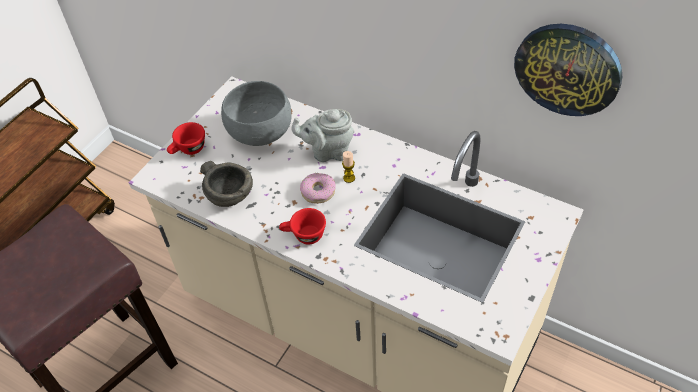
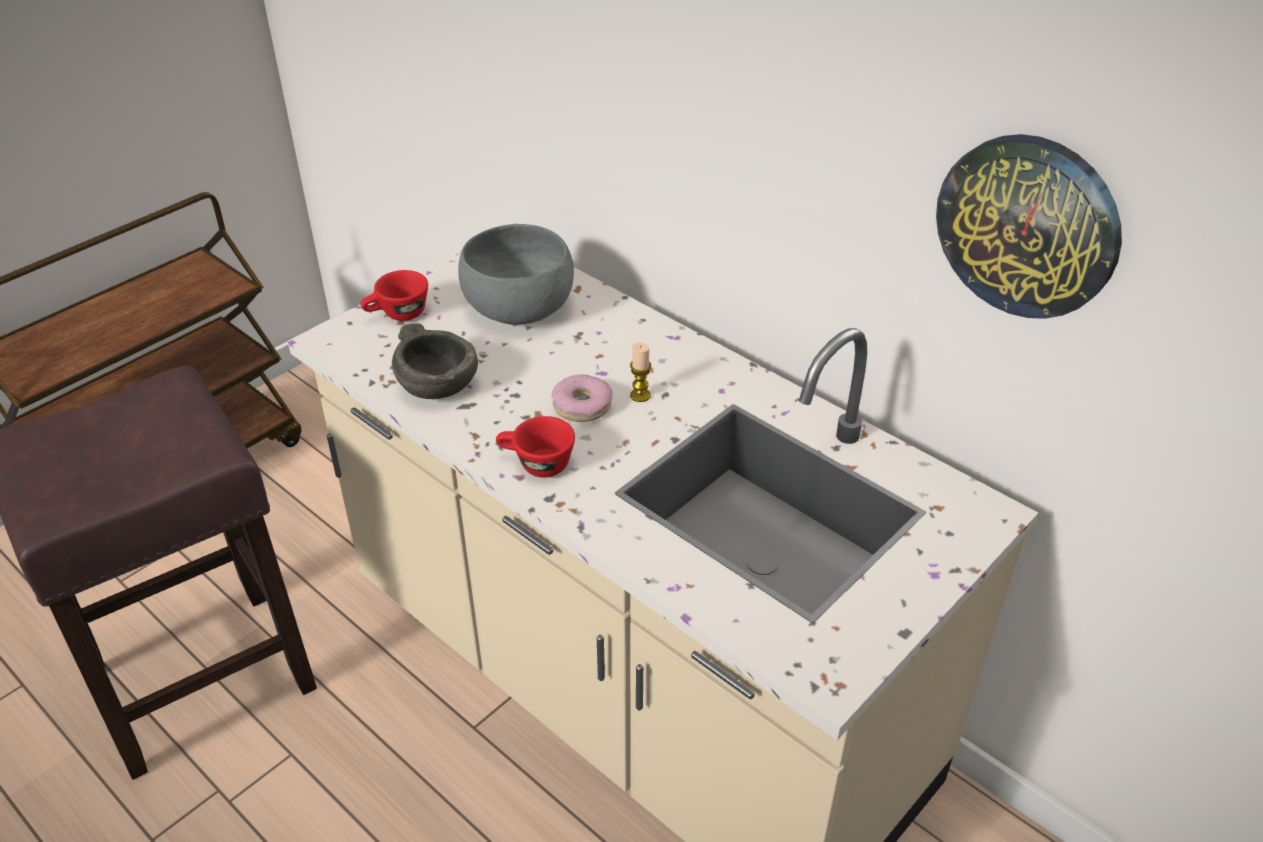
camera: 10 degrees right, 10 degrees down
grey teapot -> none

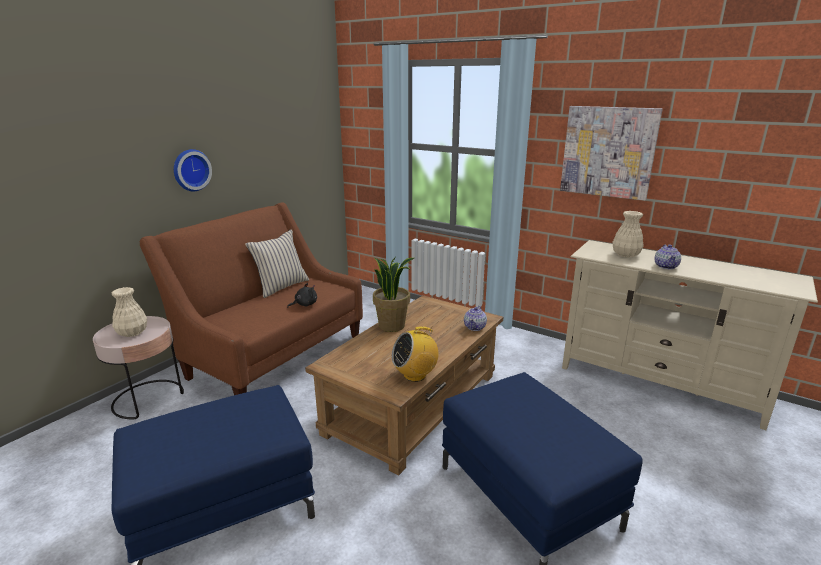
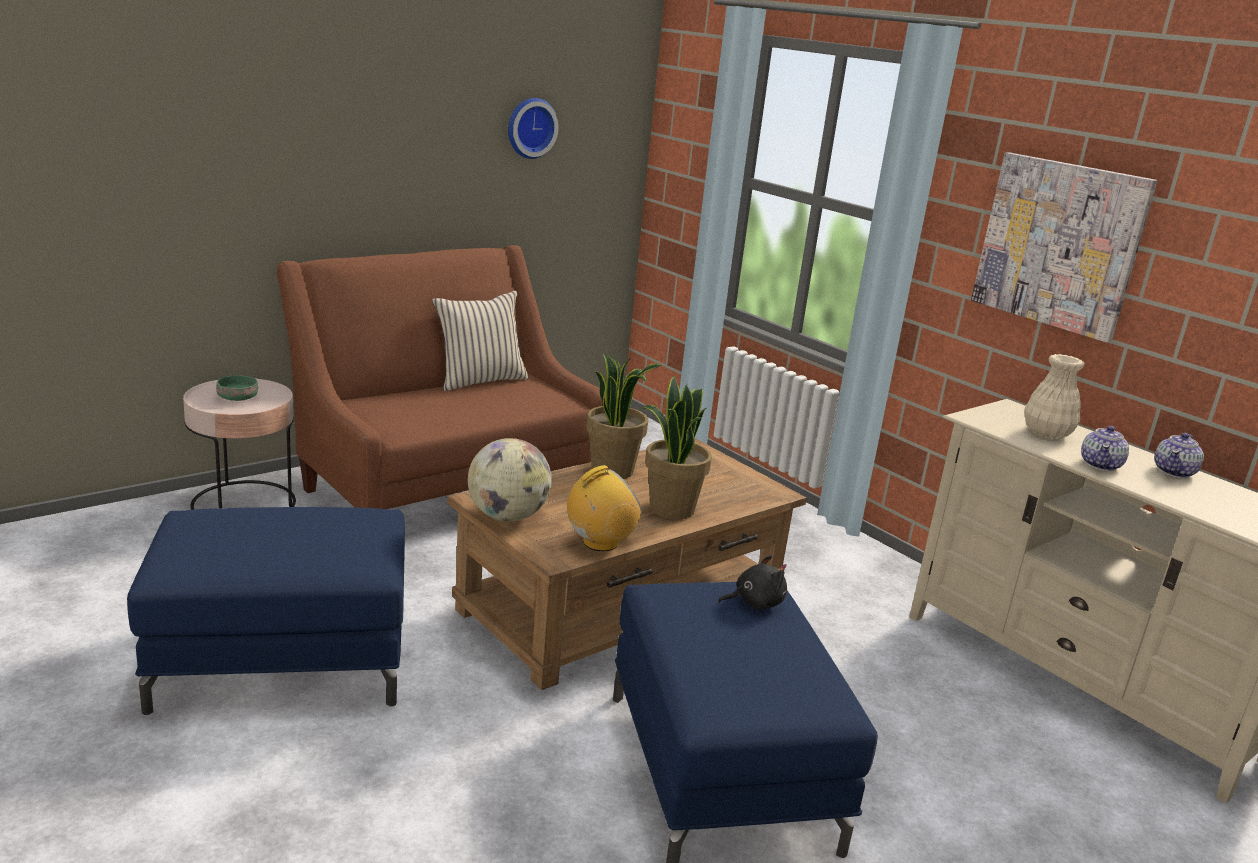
camera: 15 degrees right, 0 degrees up
wall clock, relocated
black plush toy, relocated
beige vase (no. 1 from left) -> green bowl
teapot (no. 1 from left in the first image) -> teapot (no. 2 from left), relocated
radio, 150 degrees clockwise
none -> potted plant (no. 2 from left)
none -> globe

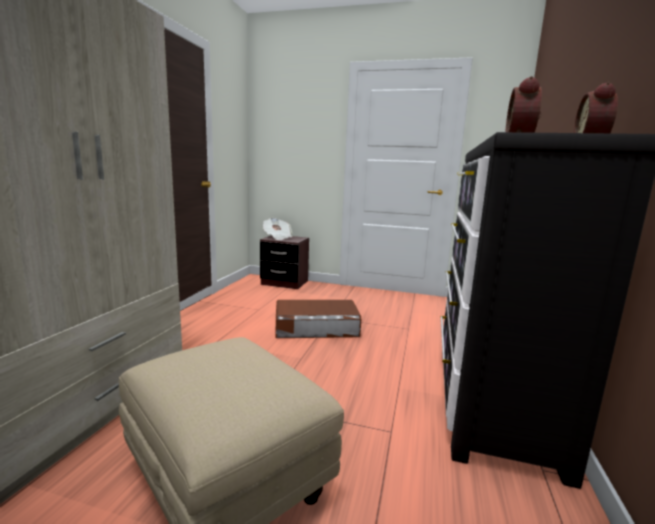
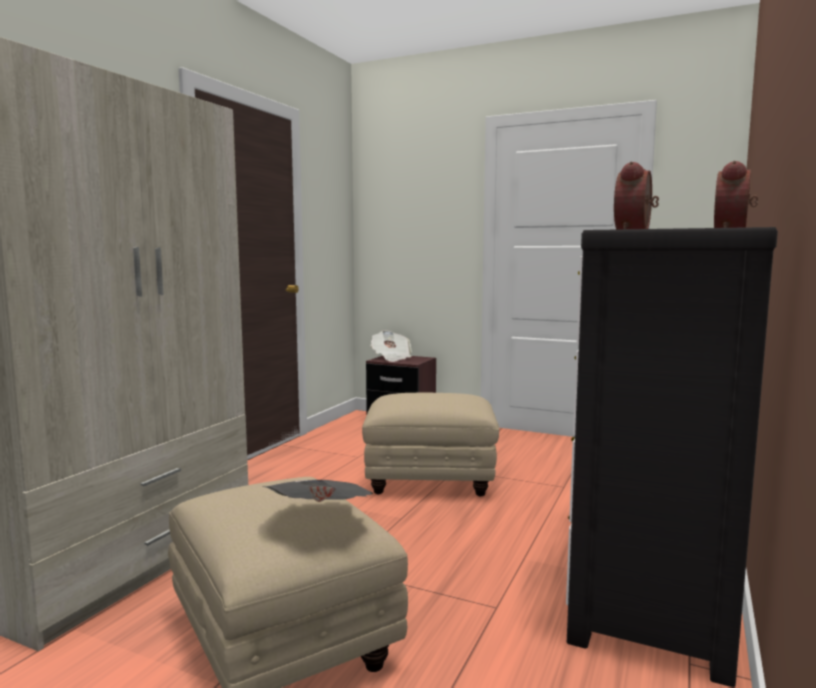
camera: 10 degrees right, 5 degrees down
brown storage box -> beige ottoman (no. 2 from left)
none -> newspaper (no. 1 from left)

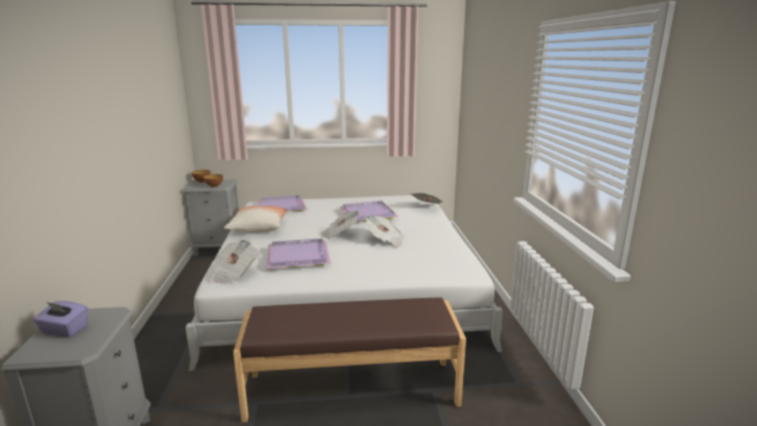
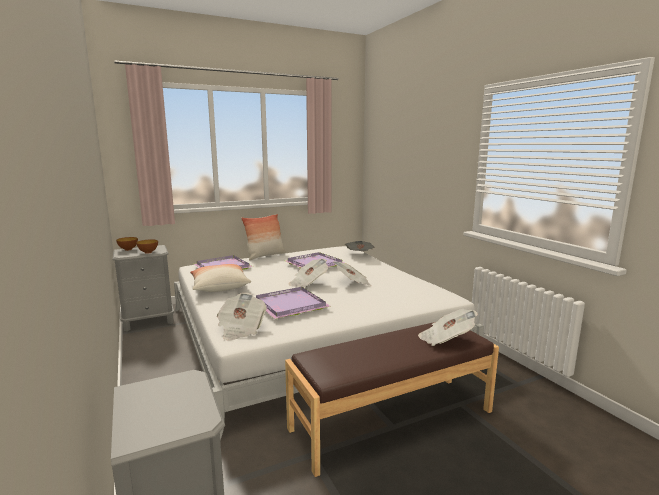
camera: 20 degrees left, 5 degrees down
purple tissue box -> none
none -> pillow (no. 2 from left)
none -> newspaper (no. 5 from left)

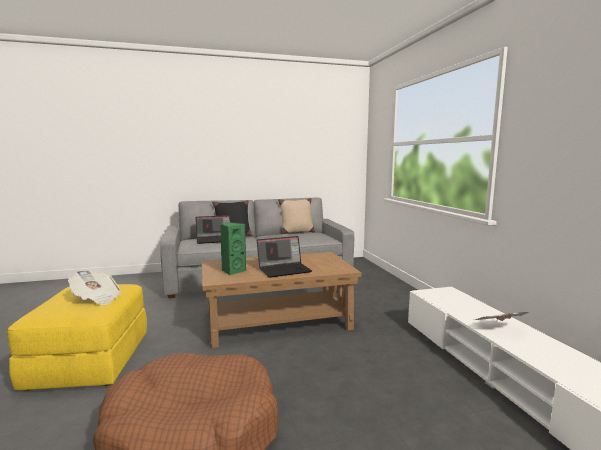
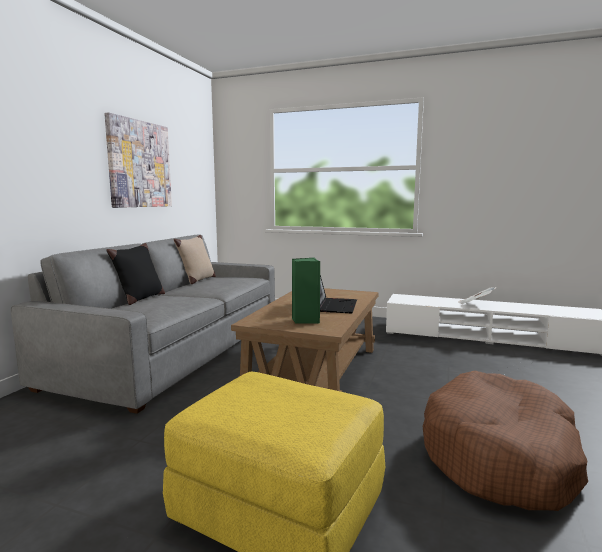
camera: 55 degrees left, 0 degrees up
laptop (no. 1 from left) -> none
newspaper (no. 1 from left) -> none
none -> picture

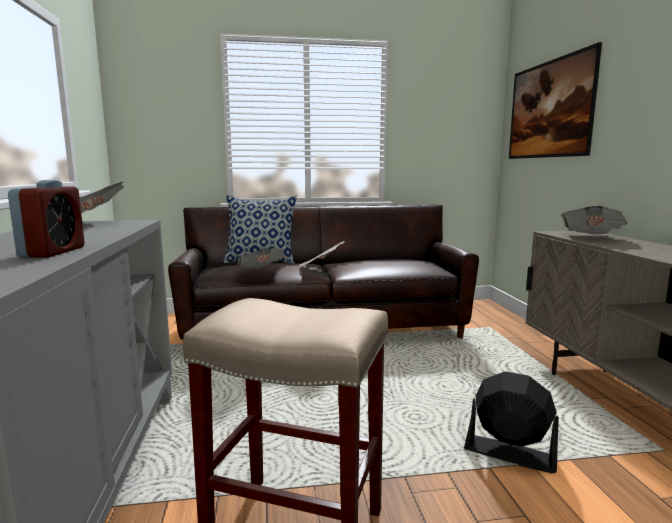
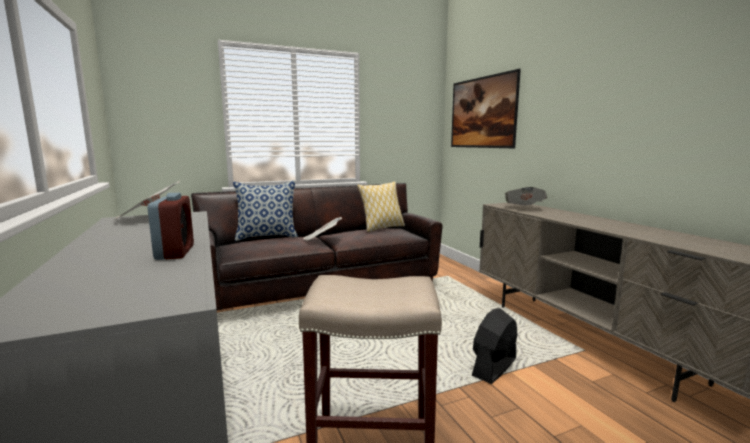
camera: 15 degrees left, 0 degrees up
newspaper (no. 2 from left) -> none
black fan, 60 degrees counterclockwise
none -> pillow (no. 2 from left)

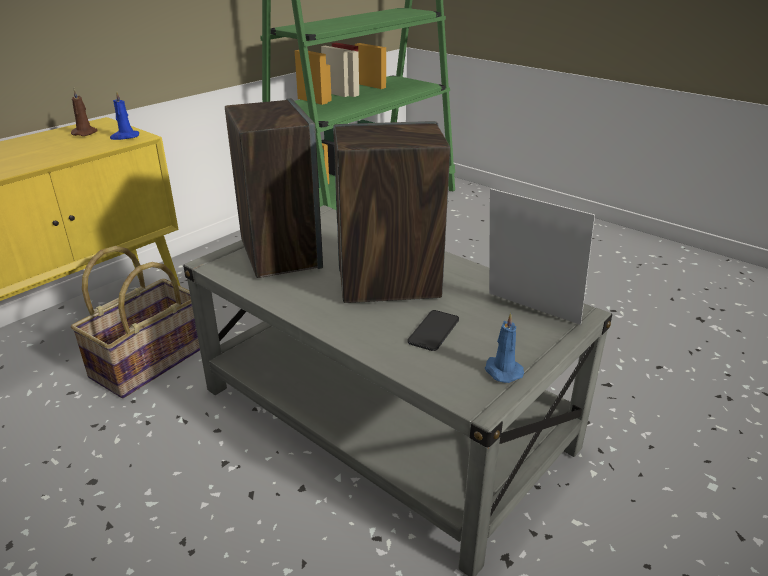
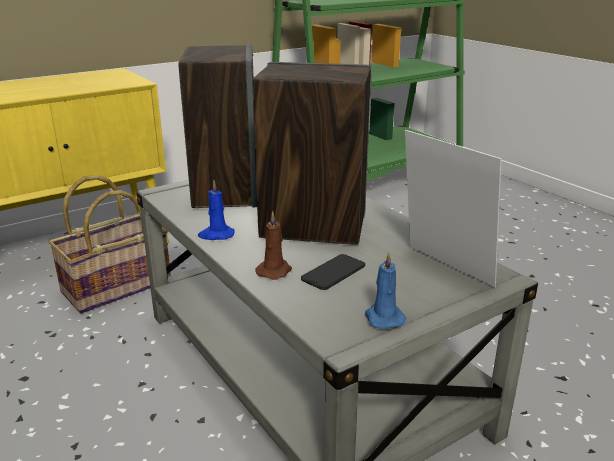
camera: 15 degrees right, 5 degrees down
brown candle, relocated
blue candle (no. 1 from left), relocated

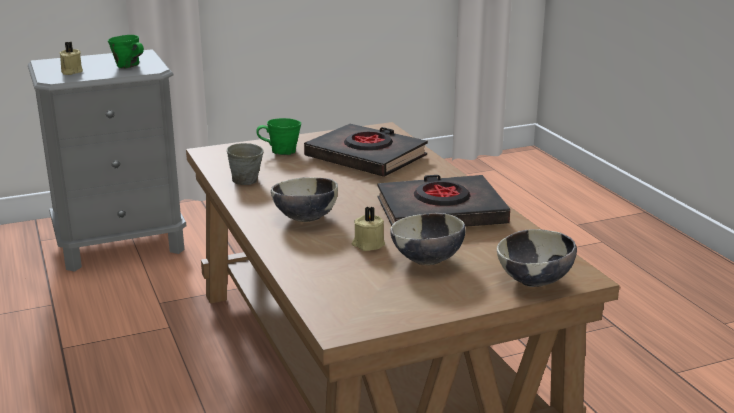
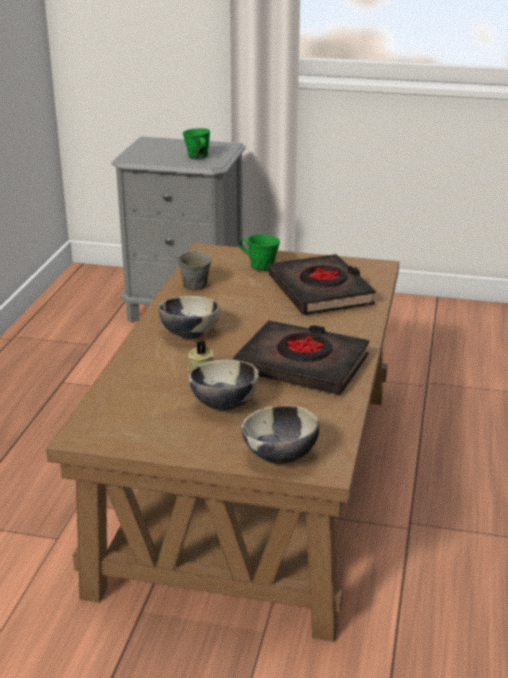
camera: 35 degrees right, 5 degrees up
beige candle (no. 1 from left) -> none

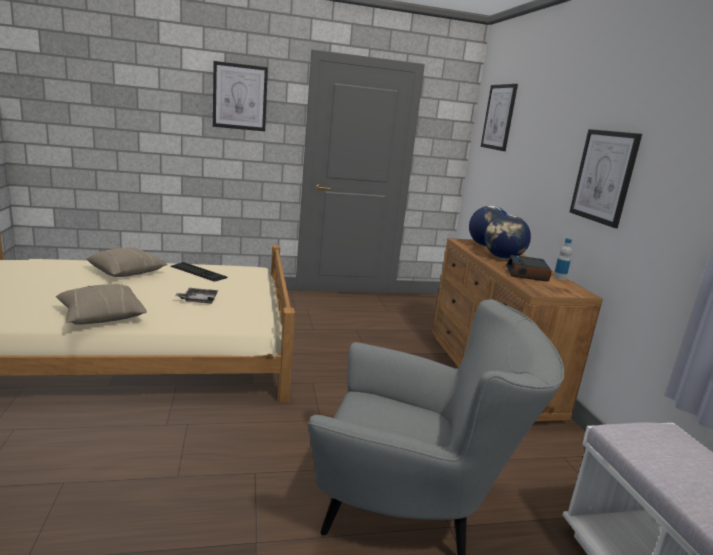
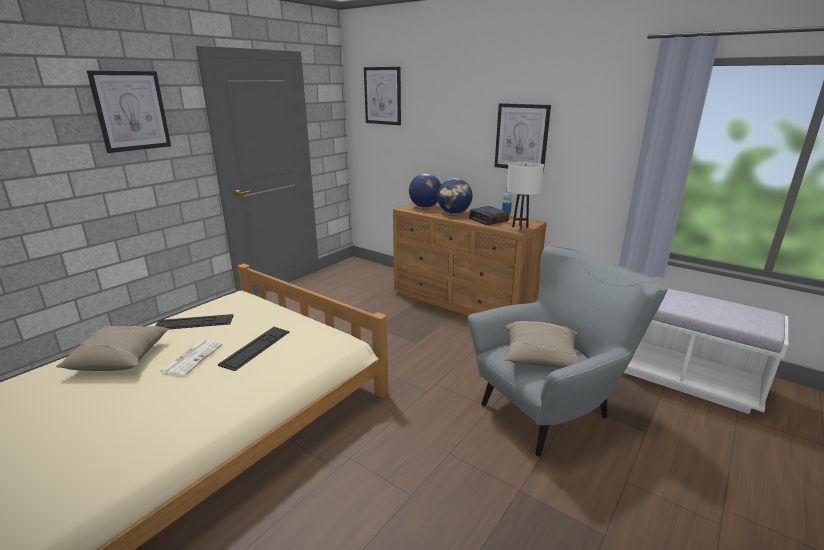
camera: 40 degrees left, 5 degrees up
beige pillow (no. 1 from left in the first image) -> beige pillow (no. 2 from left), relocated
grey tray -> keyboard (no. 2 from left)
none -> white table lamp
none -> newspaper

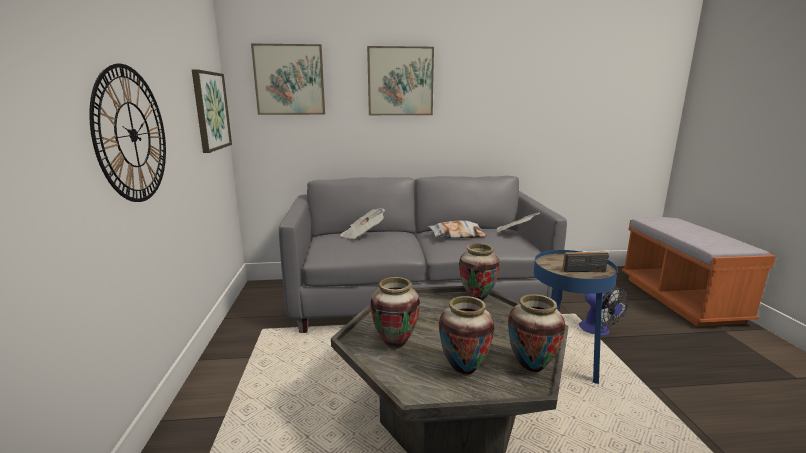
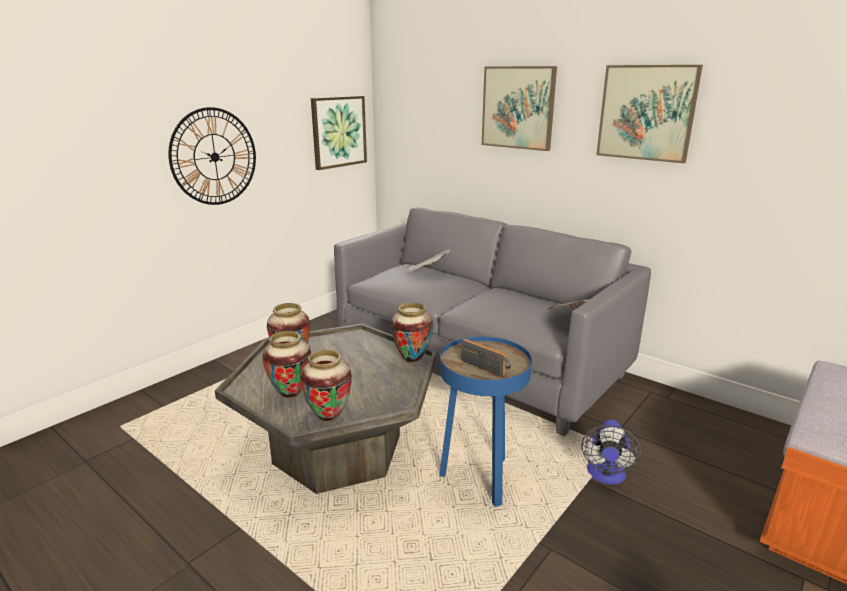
camera: 45 degrees right, 5 degrees up
picture (no. 2 from left in the first image) -> picture (no. 3 from left), relocated
pillow -> none

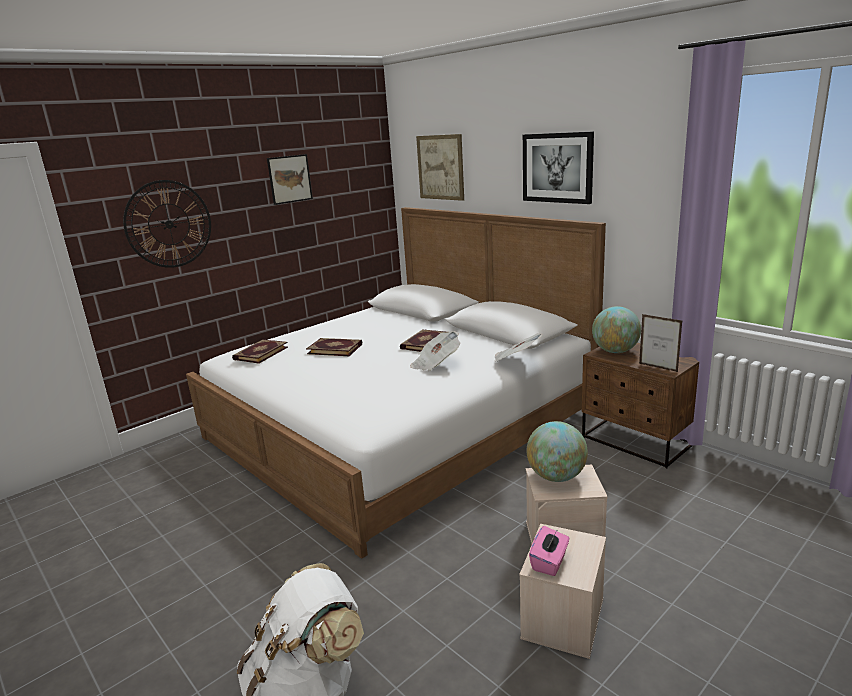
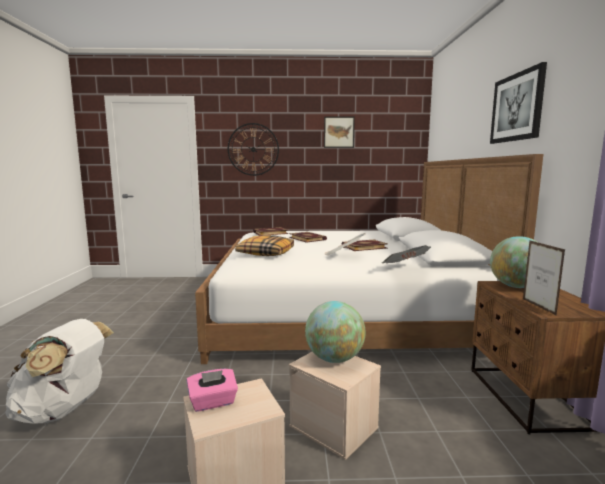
camera: 40 degrees right, 10 degrees down
picture (no. 2 from left) -> none
none -> pillow

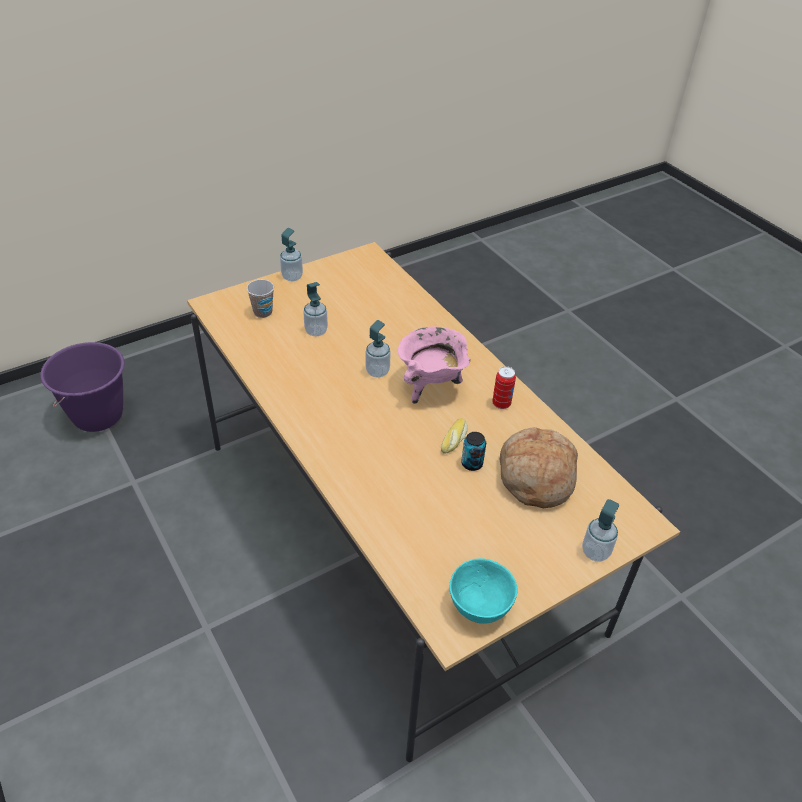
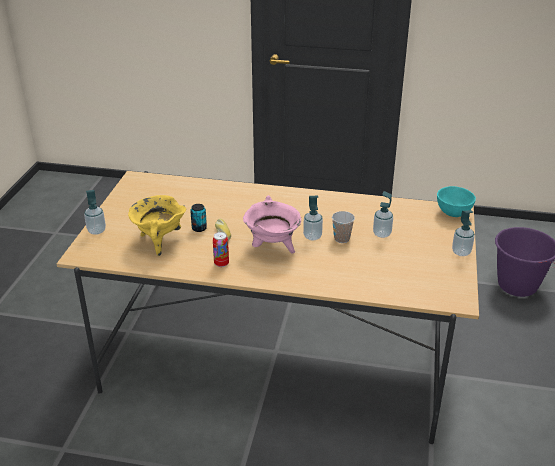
camera: 135 degrees right, 10 degrees down
cup, relocated
bread (no. 2 from left) -> yellow cooking pot
turquoise bowl, relocated

